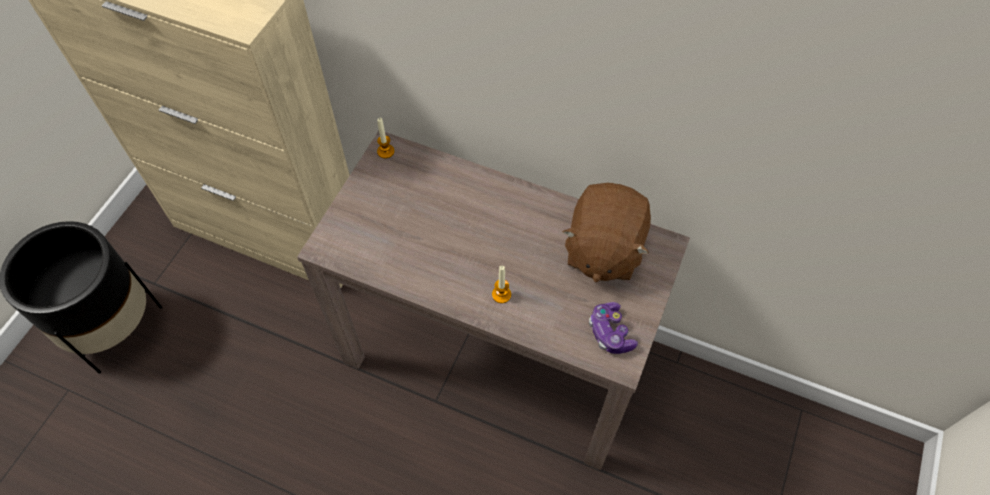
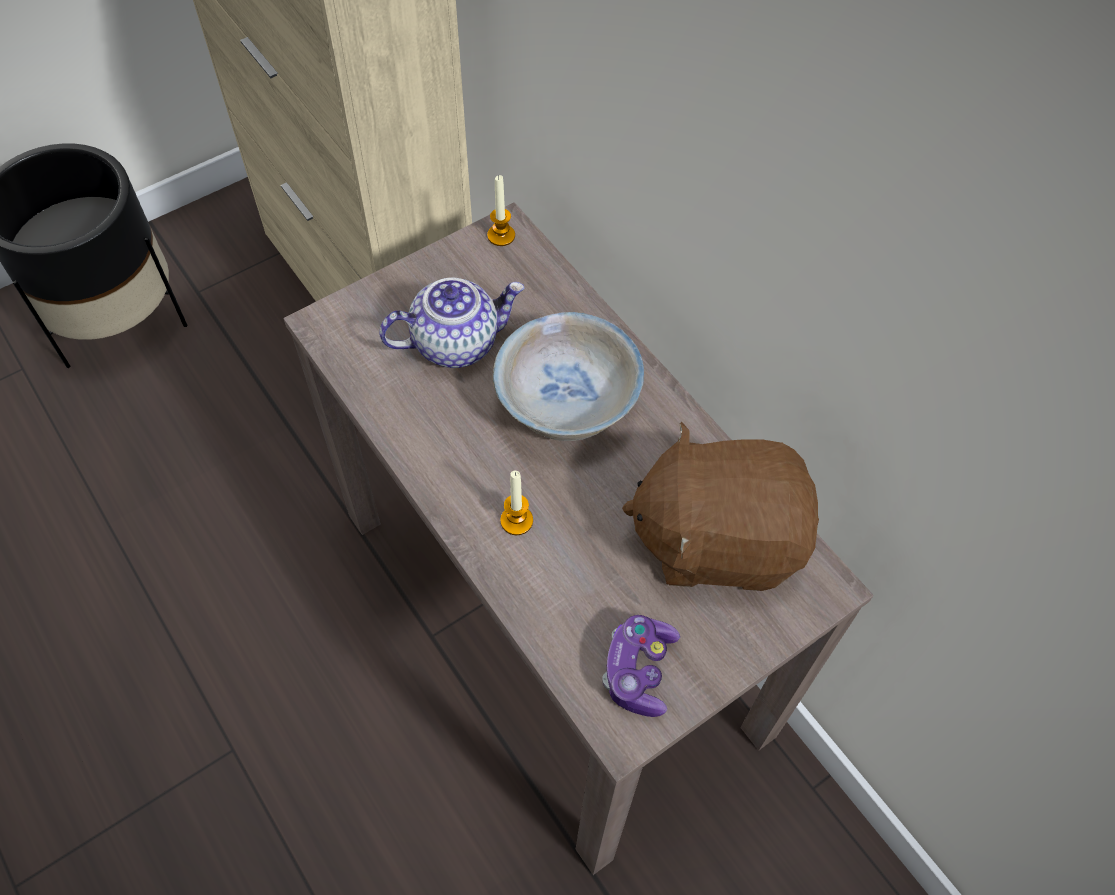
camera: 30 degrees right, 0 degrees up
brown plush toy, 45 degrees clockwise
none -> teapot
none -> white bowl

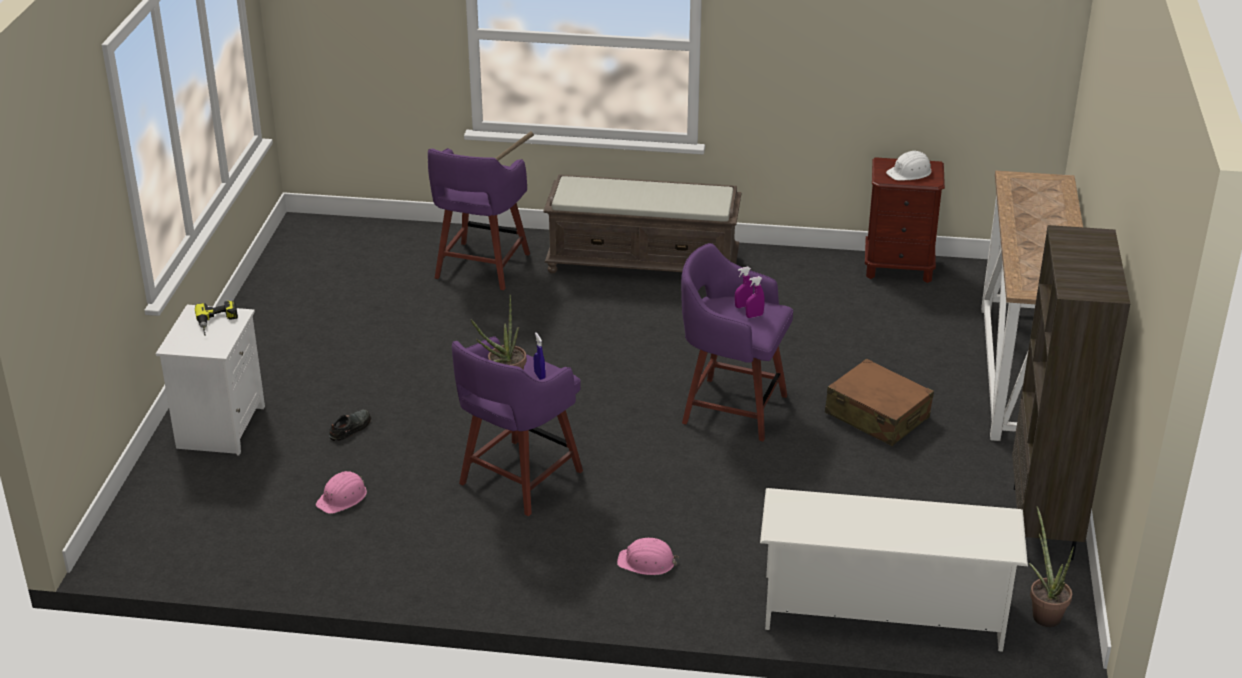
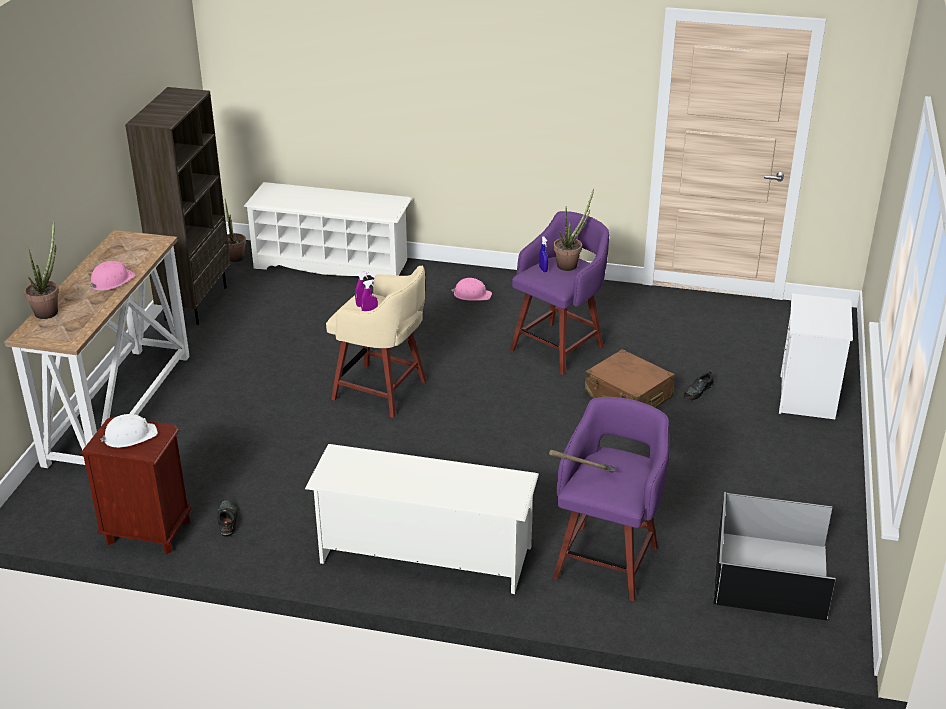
camera: 175 degrees left, 0 degrees up
brown bench -> white shoe rack (no. 2 from left)
purple stool (no. 3 from left) -> beige stool
power drill -> none
brown suitcase, relocated
pink hard hat (no. 1 from left), relocated
none -> potted plant (no. 1 from left)
none -> black storage box
none -> black shoe (no. 1 from left)

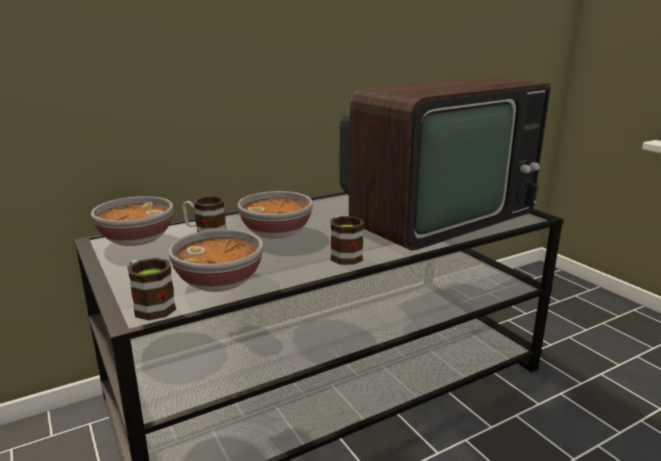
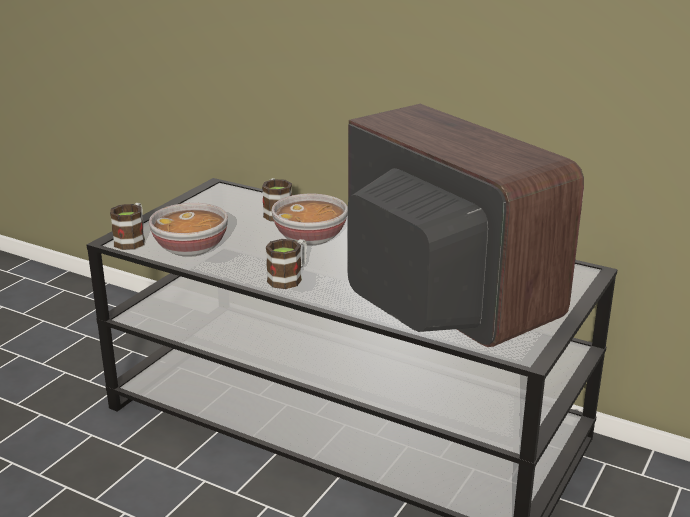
camera: 60 degrees right, 5 degrees up
television, 150 degrees counterclockwise
bowl (no. 1 from left) -> none

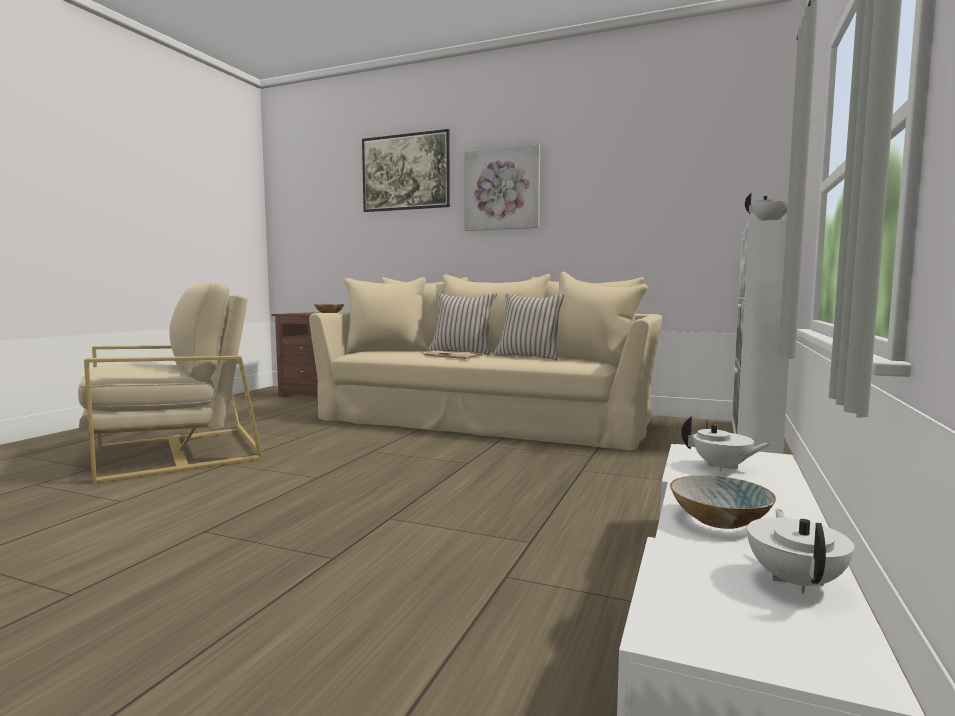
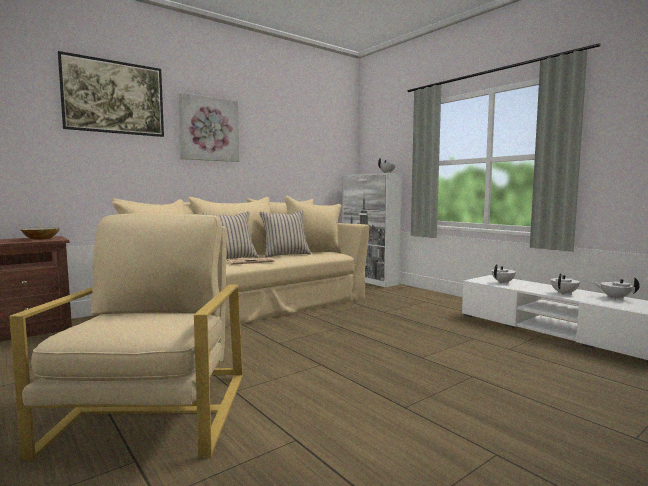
camera: 60 degrees left, 0 degrees up
bowl (no. 2 from left) -> white teapot (no. 3 from left)

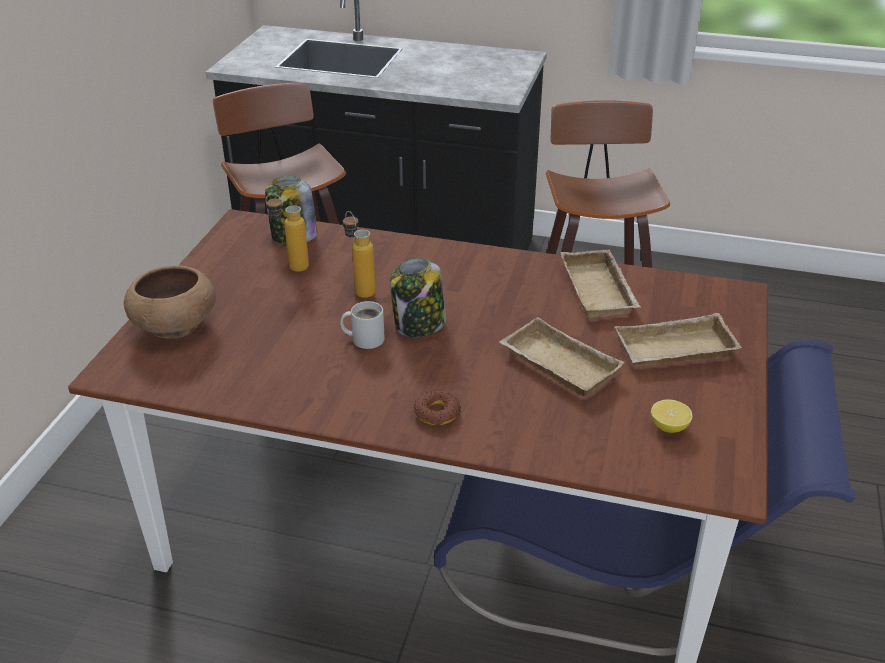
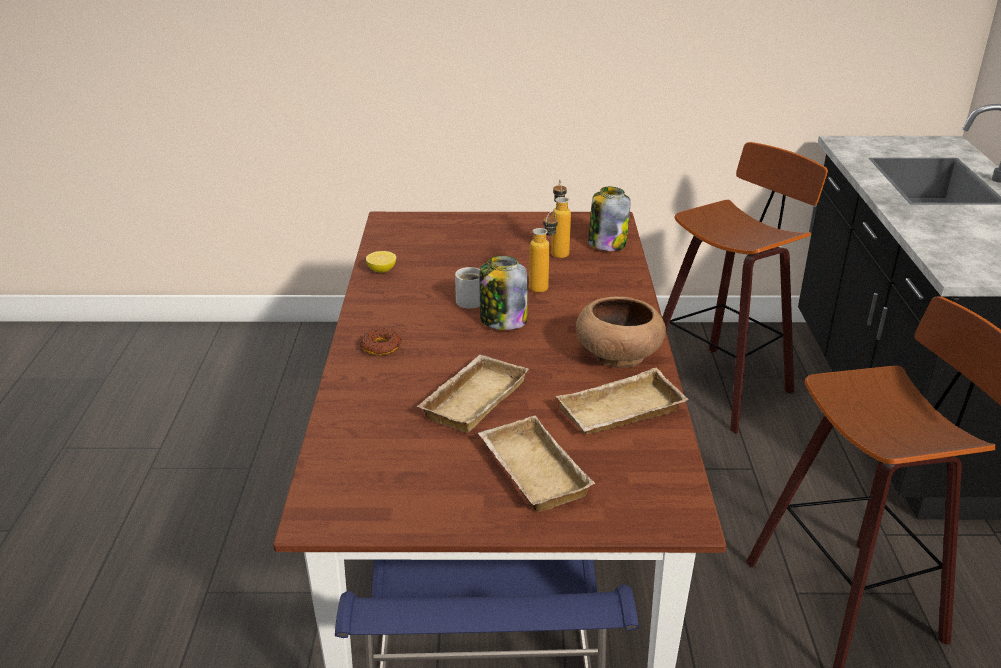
camera: 75 degrees right, 5 degrees down
brown bowl, relocated
lemon, relocated

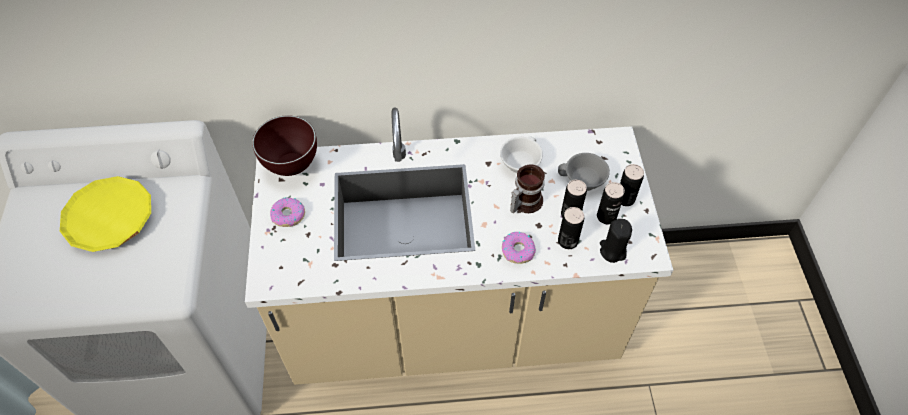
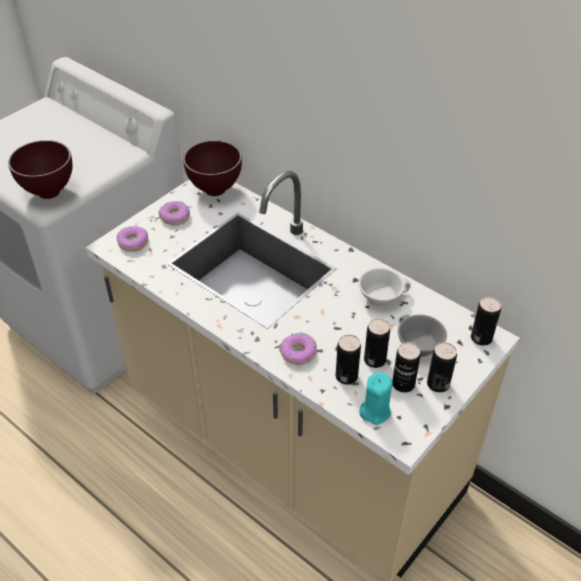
camera: 45 degrees right, 10 degrees down
mug -> none
yellow plate -> none
black candle -> turquoise candle
none -> brown bowl (no. 1 from left)
none -> donut (no. 1 from left)
none -> can (no. 5 from left)

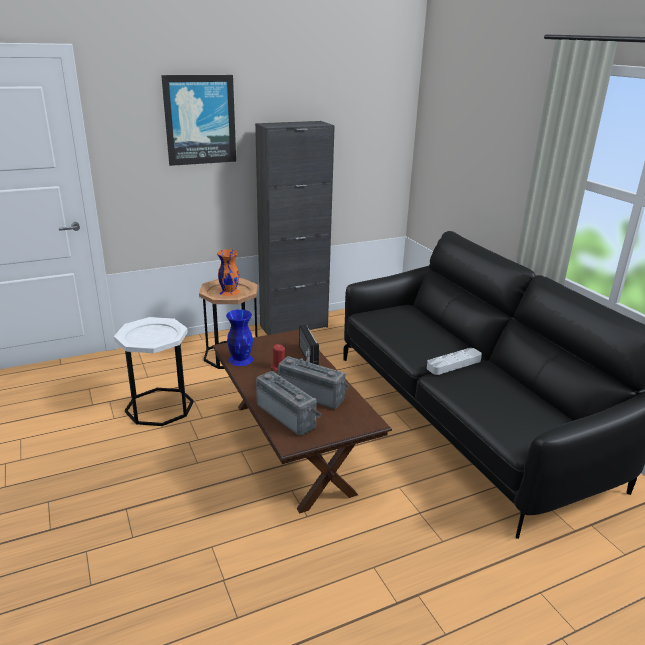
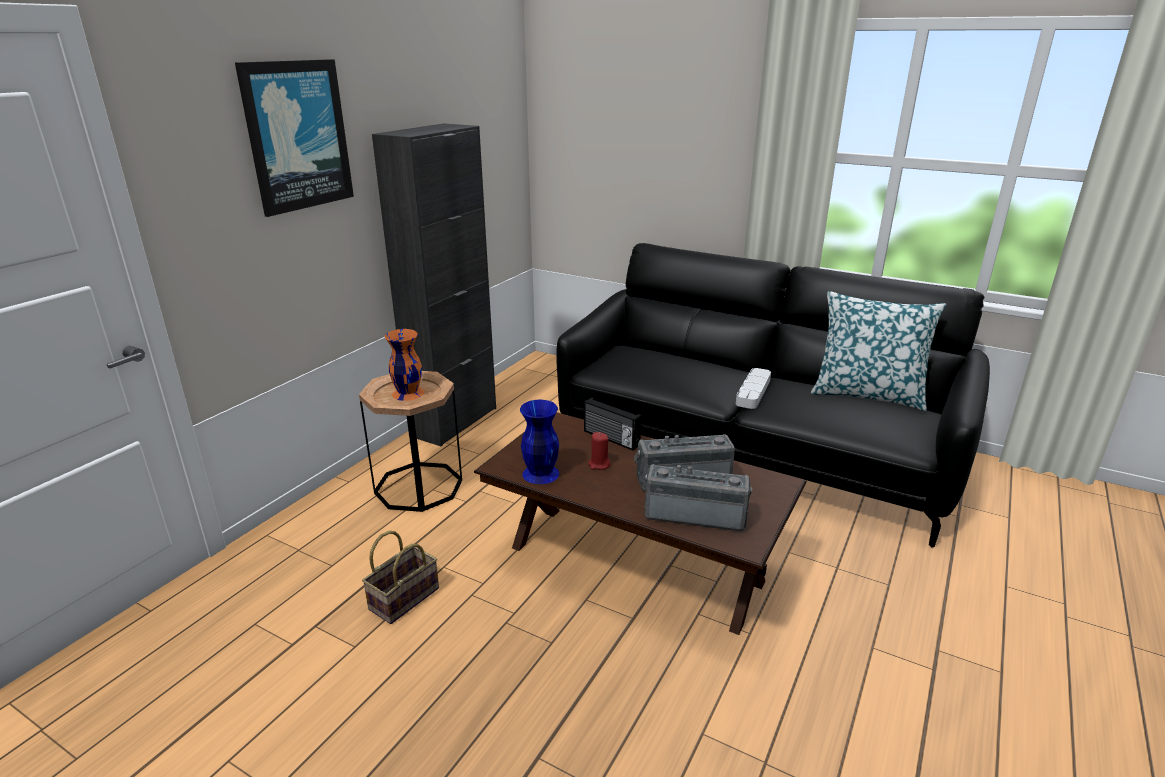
camera: 35 degrees left, 0 degrees up
white side table -> basket
none -> pillow

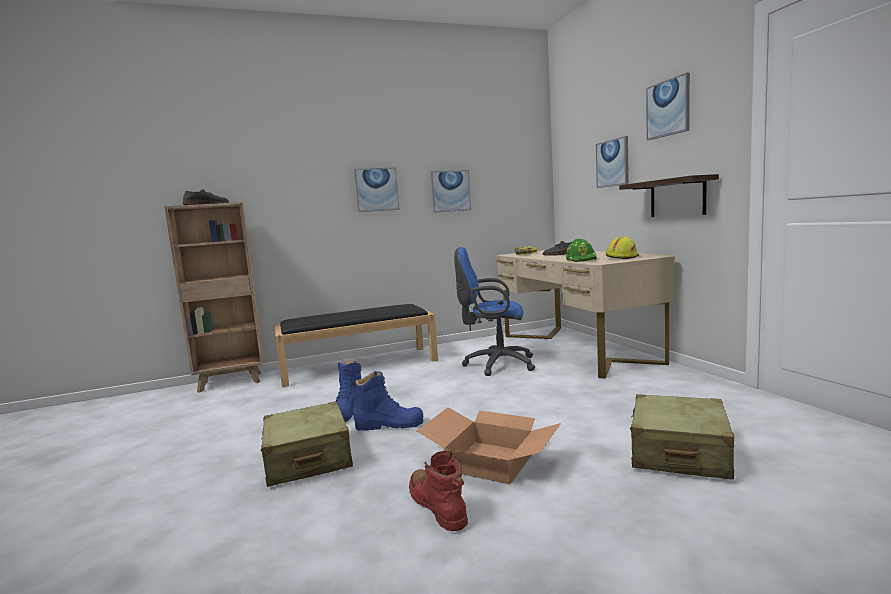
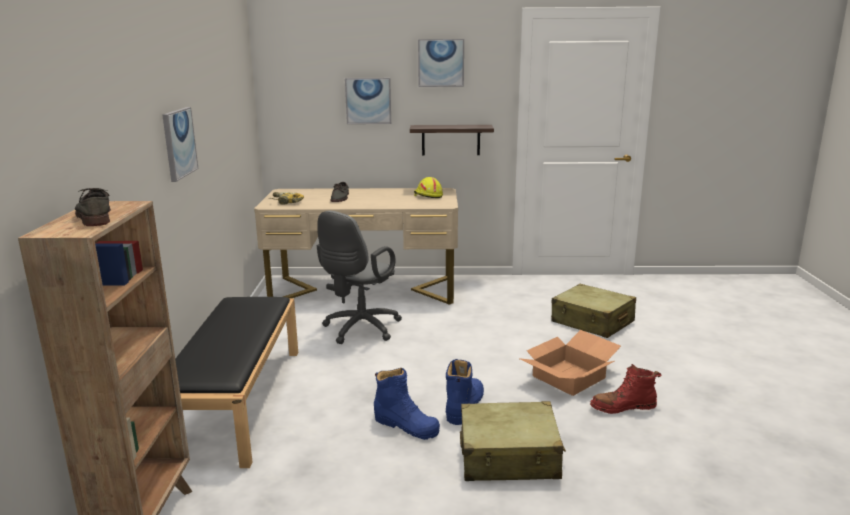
camera: 70 degrees left, 10 degrees up
picture (no. 2 from left) -> none
green hard hat -> none
blue office chair -> grey office chair

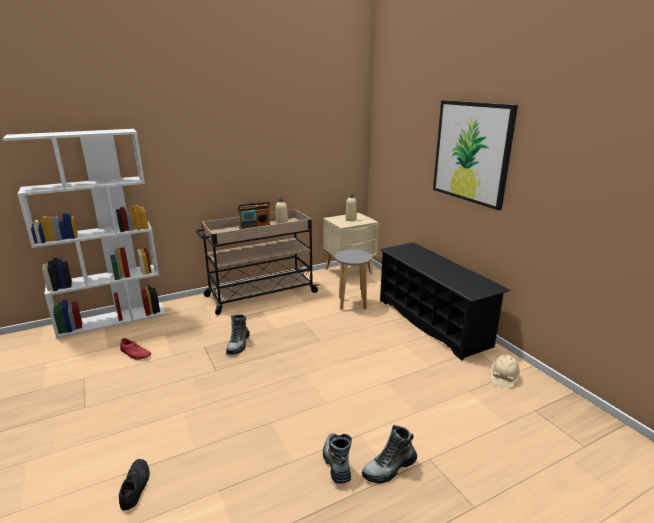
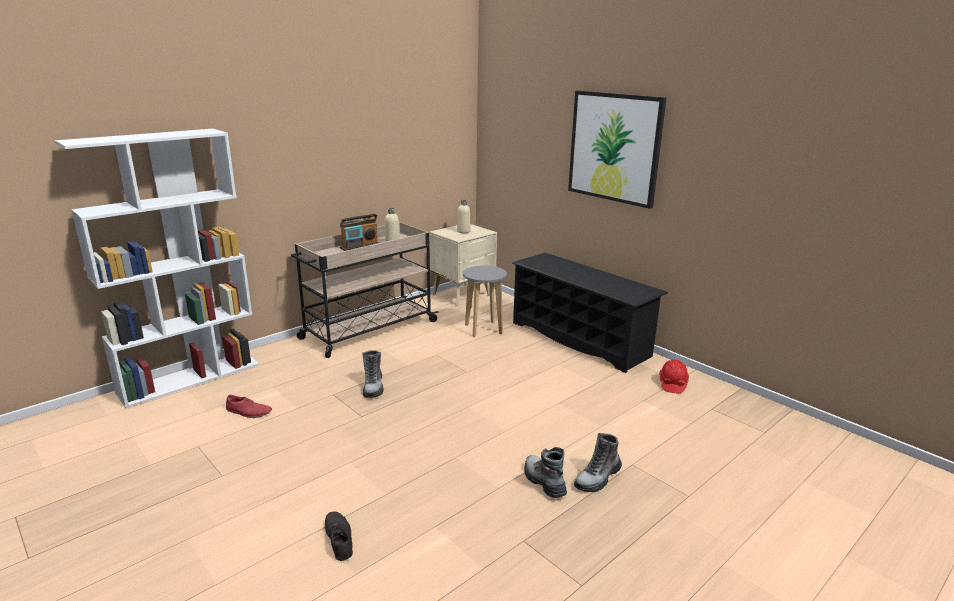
camera: 15 degrees left, 0 degrees up
beige hard hat -> red hard hat

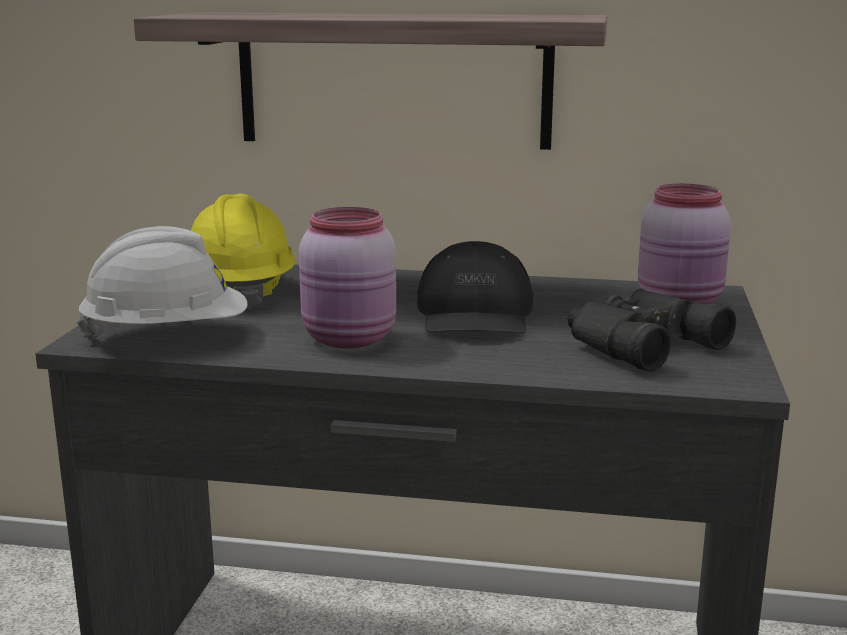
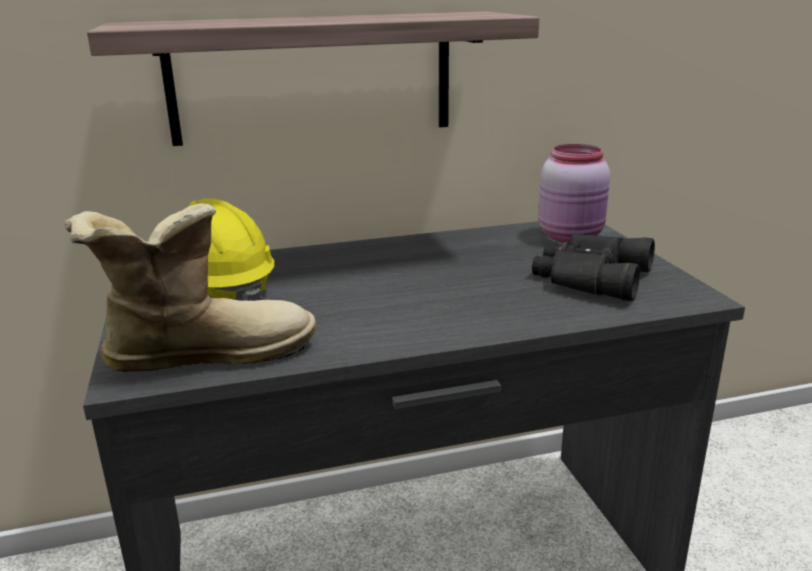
camera: 25 degrees left, 5 degrees up
pink jar (no. 1 from left) -> none
white hard hat -> boot
black cap -> none

